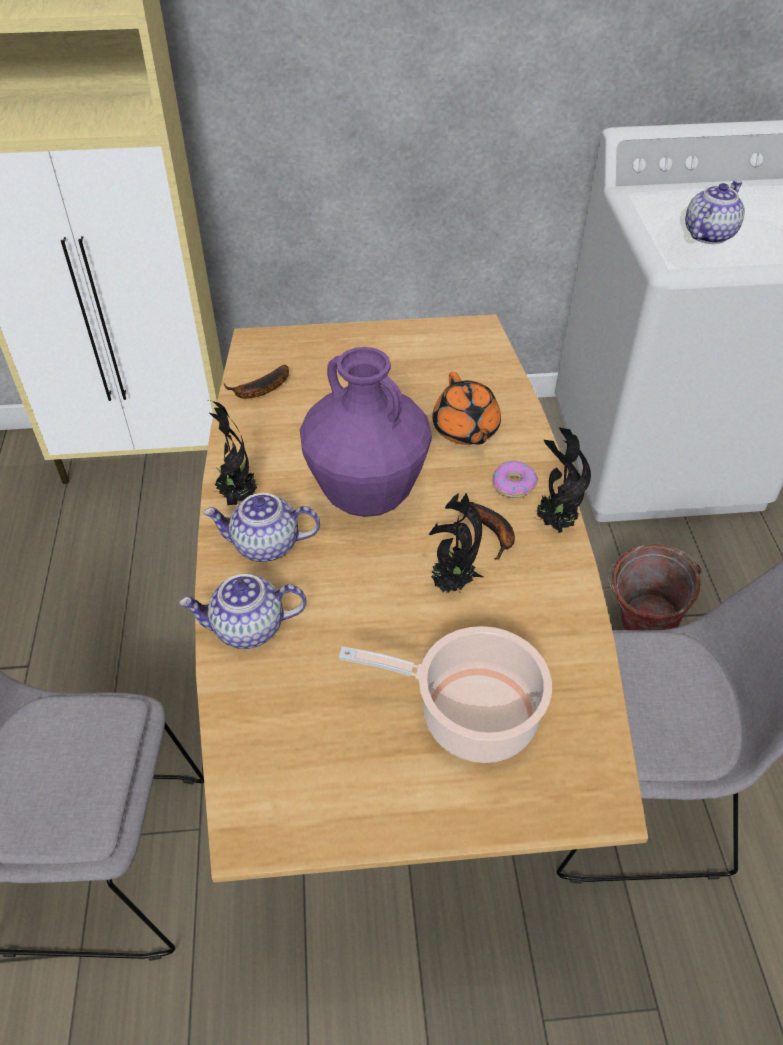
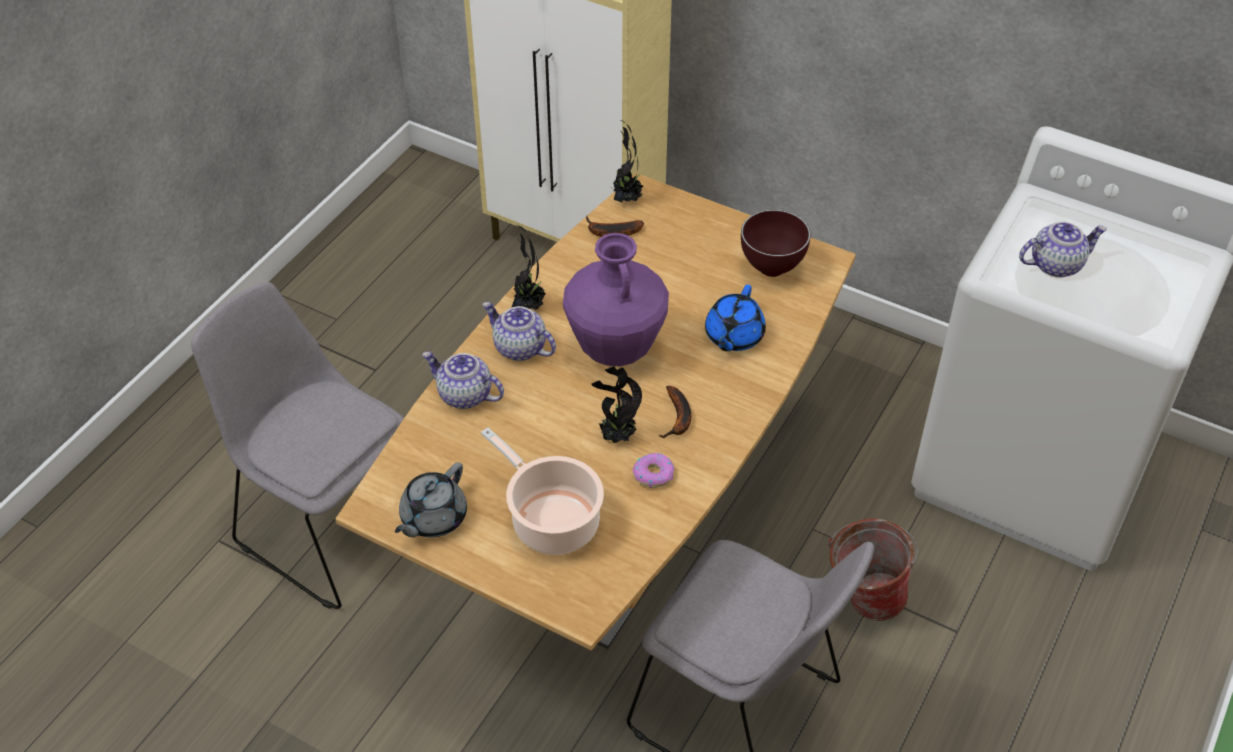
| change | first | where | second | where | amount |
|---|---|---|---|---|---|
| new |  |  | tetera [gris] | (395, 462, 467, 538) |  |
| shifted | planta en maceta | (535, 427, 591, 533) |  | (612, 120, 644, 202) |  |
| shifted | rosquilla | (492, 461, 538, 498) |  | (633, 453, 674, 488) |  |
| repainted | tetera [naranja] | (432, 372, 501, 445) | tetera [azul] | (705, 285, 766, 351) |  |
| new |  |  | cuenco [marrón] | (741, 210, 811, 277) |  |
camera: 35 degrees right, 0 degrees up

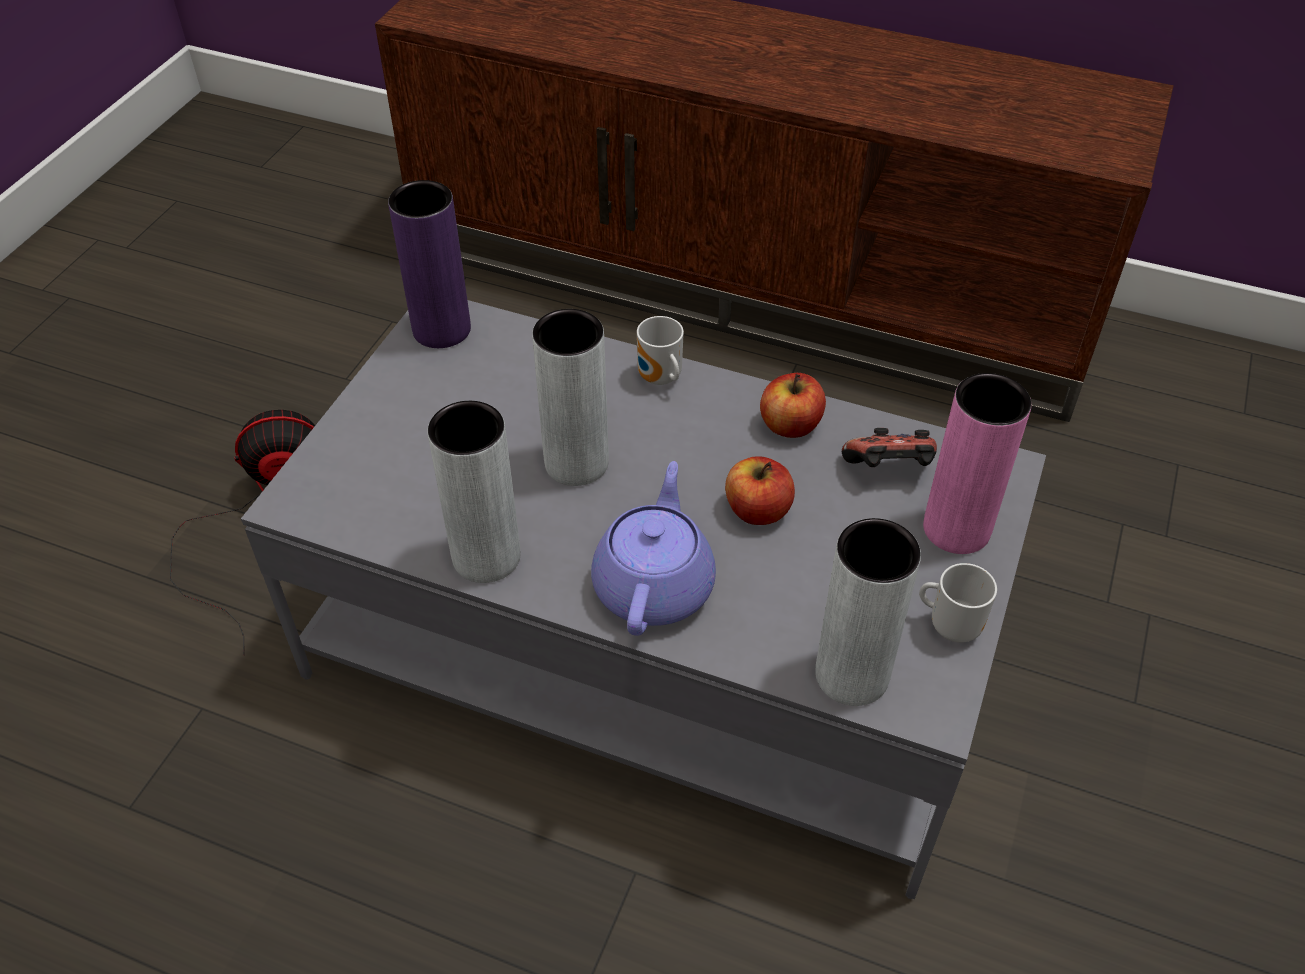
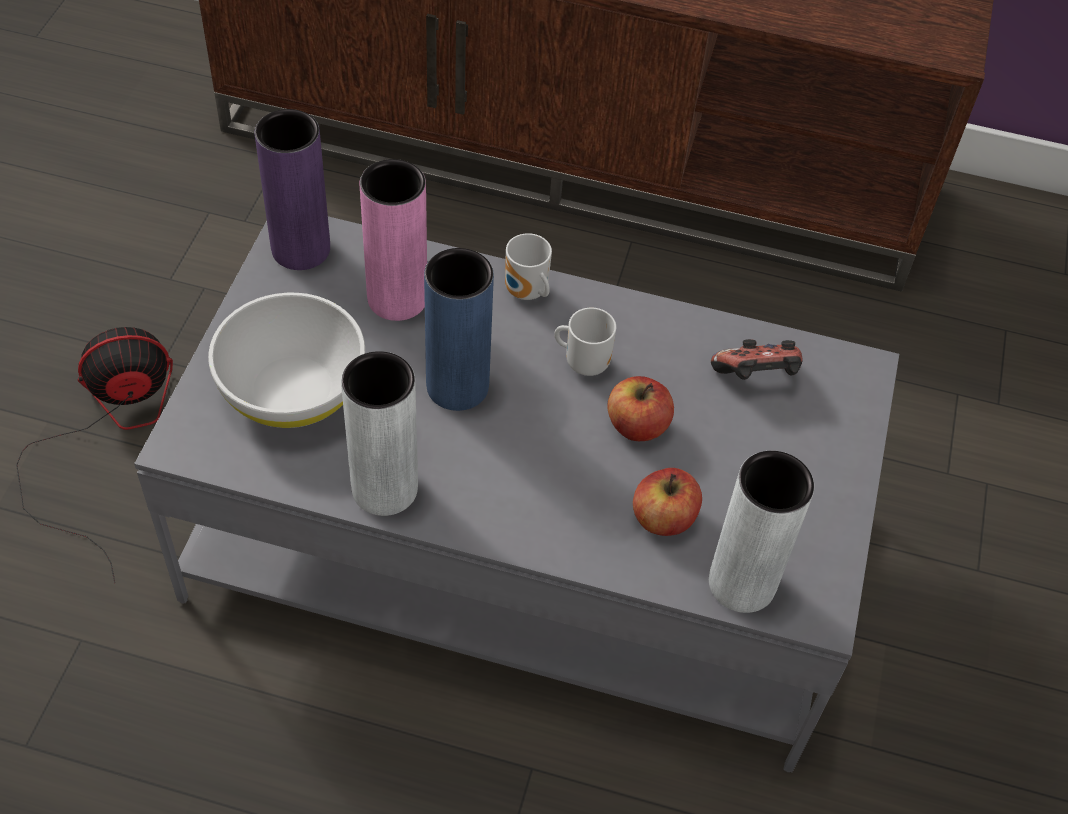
| change | first | where | second | where | amount |
|---|---|---|---|---|---|
| new |  |  | cuenco [blanco] | (208, 293, 365, 428) |  |
| shifted | florero [rosa] | (923, 373, 1032, 554) |  | (360, 159, 427, 321) |  |
| repainted | florero [gris] | (532, 309, 609, 486) | florero [azul] | (424, 248, 494, 411) |  |
| shifted | taza grande | (919, 563, 997, 643) |  | (554, 308, 616, 376) |  |
| shifted | manzana | (760, 373, 826, 438) |  | (633, 468, 702, 536) |  |
| gone | tetera [morado] | (591, 461, 716, 636) |  |  |  |
camera: 10 degrees left, 5 degrees up

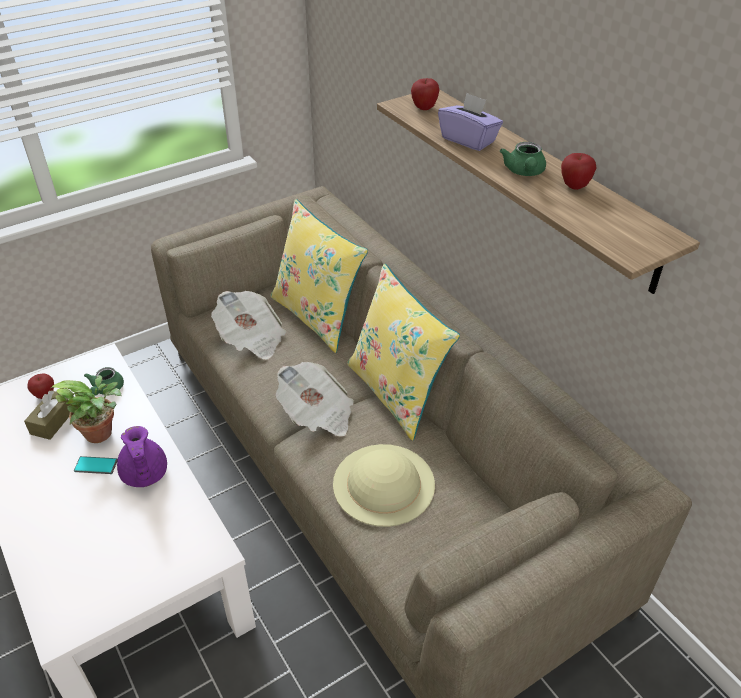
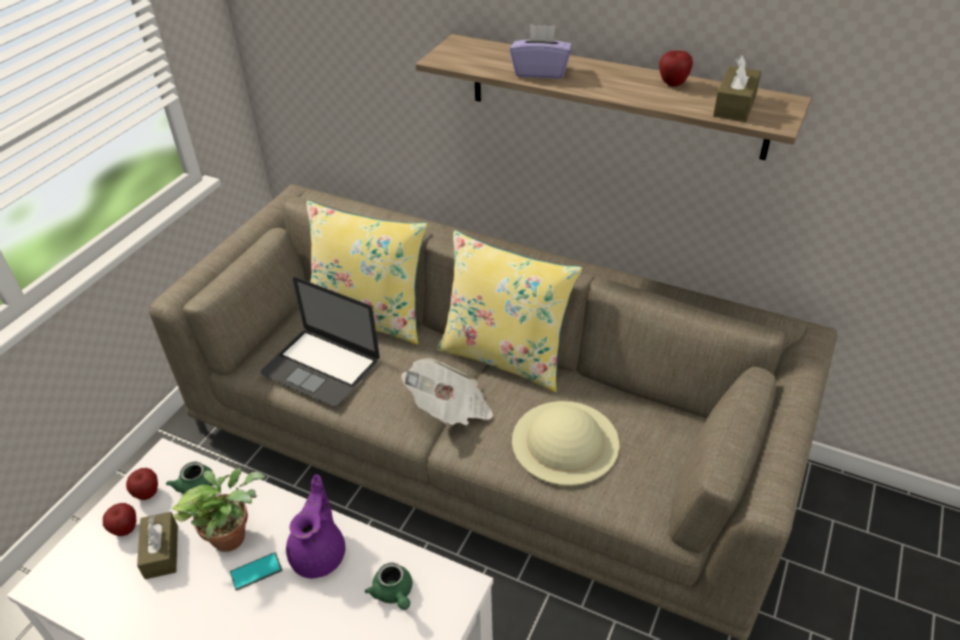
| change | first | where | second | where | amount |
|---|---|---|---|---|---|
| shifted | manzana | (411, 78, 439, 110) |  | (126, 468, 158, 500) |  |
| swapped | periódico | (211, 291, 286, 360) | portátil | (260, 277, 380, 407) |  |
| rotated | tetera [morado] | (117, 426, 167, 487) |  | (286, 474, 346, 578) | 120 degrees counterclockwise |
| shifted | tetera [verde] | (500, 142, 546, 176) |  | (365, 562, 412, 610) |  |
| new |  |  | caja de pañuelos [marrón] | (713, 55, 761, 122) |  |
camera: 30 degrees left, 0 degrees up

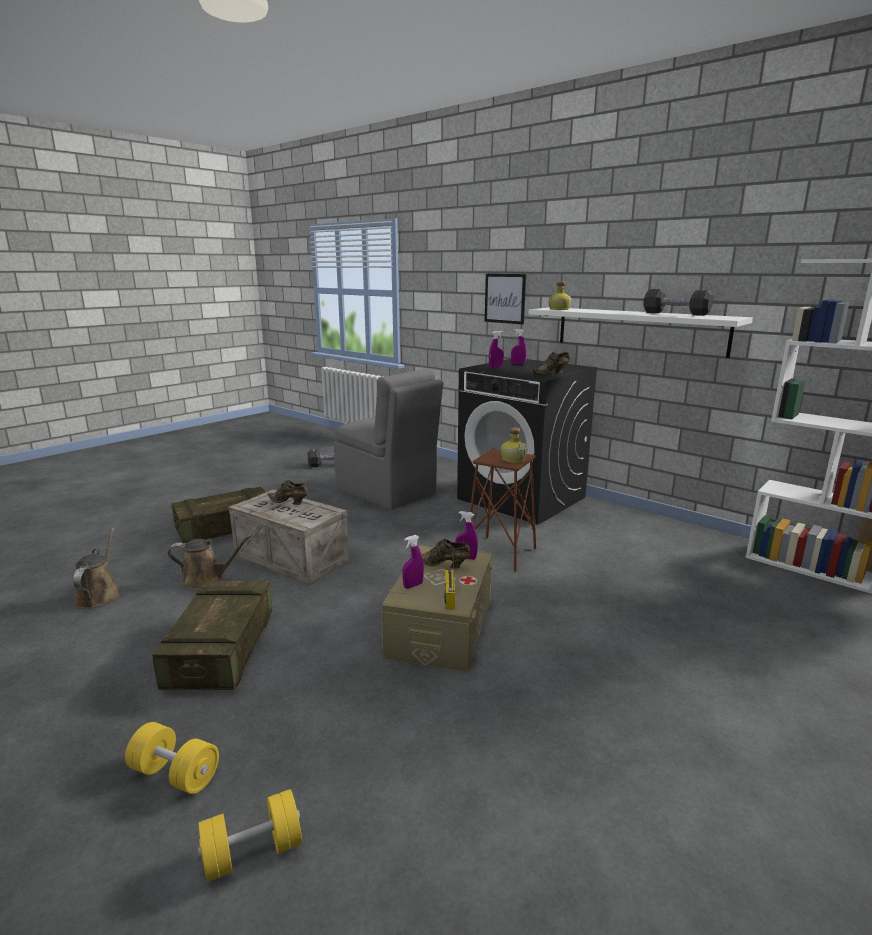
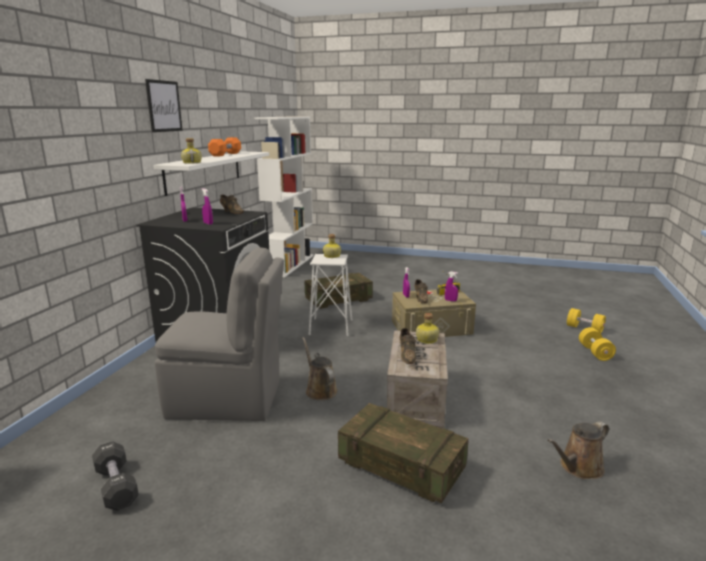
| change | first | where | second | where | amount |
|---|---|---|---|---|---|
| shifted | cuadro | (485, 274, 526, 324) |  | (145, 79, 183, 132) |  |
| rotated | silla [gris] | (334, 369, 443, 510) |  | (155, 247, 284, 421) | 75 degrees clockwise |
| repainted | mancuerna [negro] | (643, 289, 713, 316) | mancuerna [naranja] | (208, 137, 241, 156) |  |
| shifted | regadera [marrón] | (167, 534, 252, 589) |  | (302, 337, 337, 400) |  |
| shifted | caja de embalaje | (152, 581, 272, 690) |  | (305, 273, 373, 309) |  |
| repainted | taburete [marrón] | (470, 449, 537, 572) | taburete [blanco] | (308, 254, 352, 336) |  |
| new |  |  | botella | (416, 313, 439, 344) |  |
camera: 115 degrees left, 0 degrees up

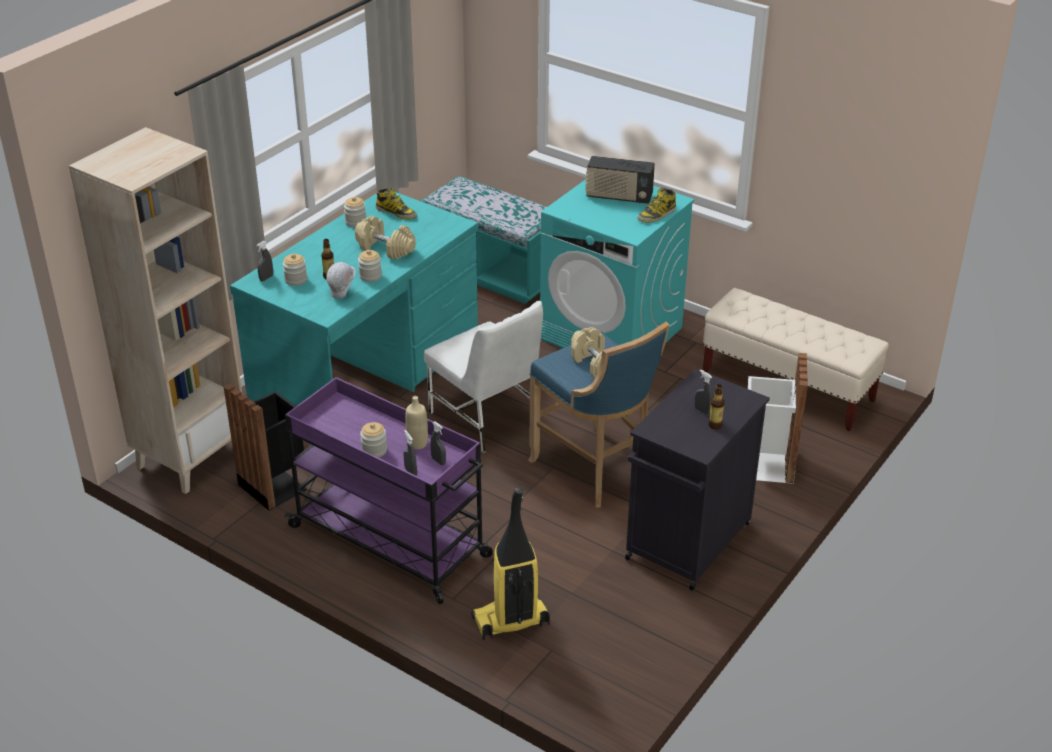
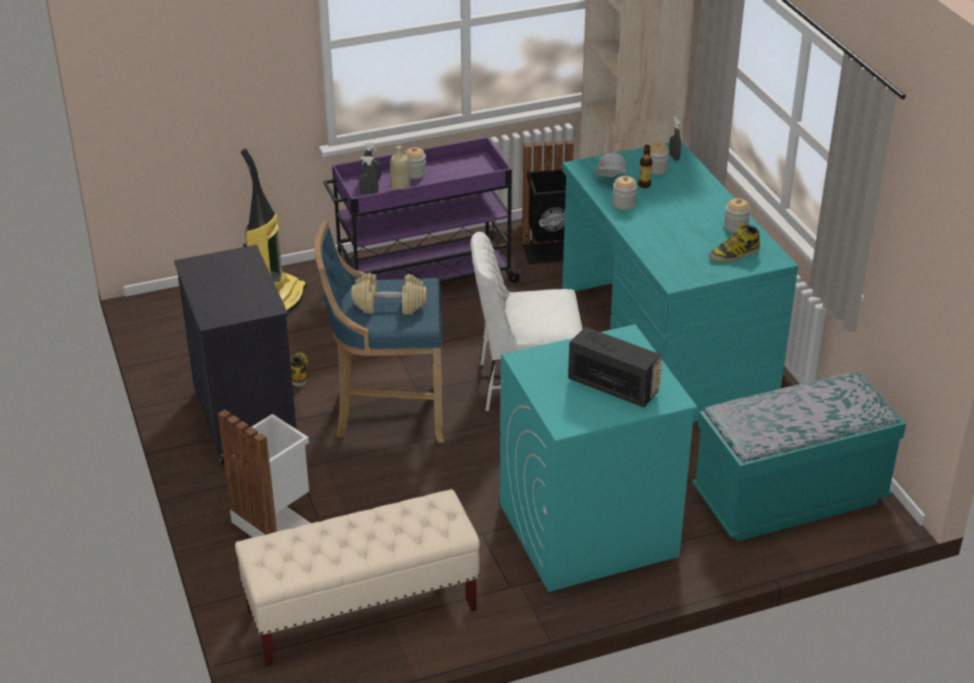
| change | first | where | second | where | amount |
|---|---|---|---|---|---|
| shifted | bota | (638, 188, 676, 222) |  | (290, 351, 308, 387) |  |
| rotated | radio | (585, 156, 655, 204) |  | (568, 327, 662, 408) | 75 degrees clockwise |
| gone | mancuerna [beis] | (355, 216, 416, 260) |  |  |  |
| gone | pulverizador [gris] | (695, 370, 713, 415) |  |  |  |
| gone | botella | (708, 384, 725, 429) |  |  |  |
camera: 125 degrees right, 0 degrees up

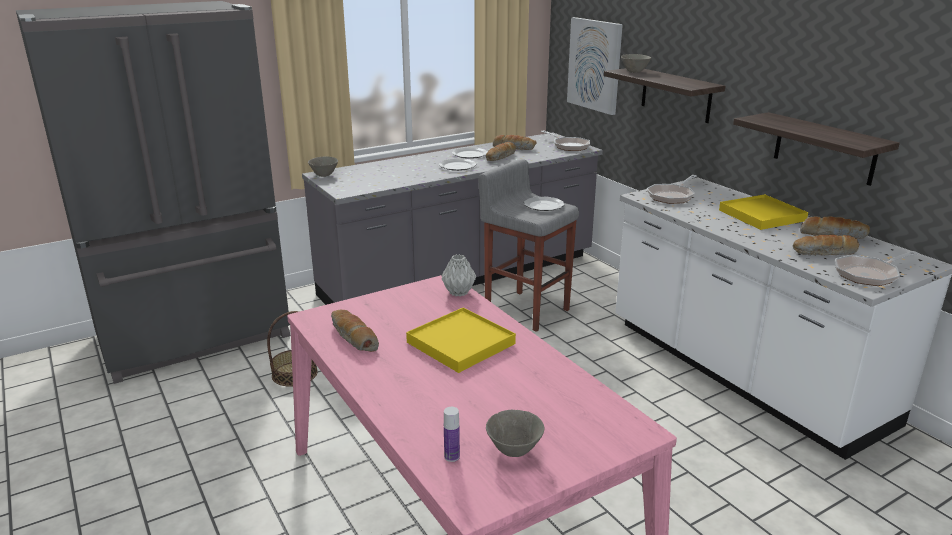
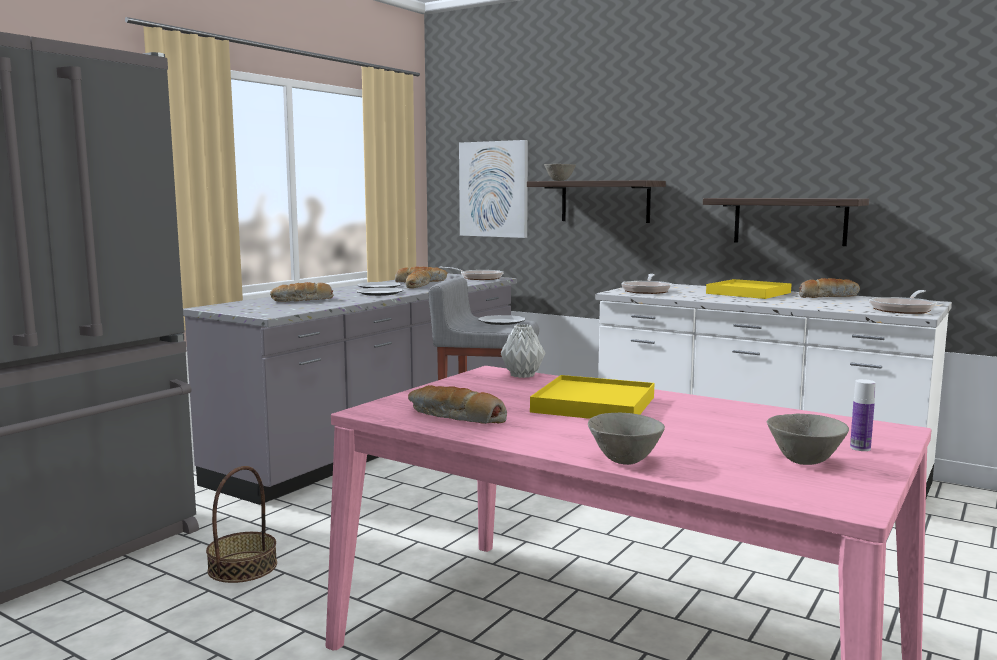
| change | first | where | second | where | amount |
|---|---|---|---|---|---|
| shifted | pan | (793, 235, 860, 256) |  | (270, 282, 333, 302) |  |
| shifted | cuenco [gris] | (308, 156, 338, 177) |  | (588, 413, 665, 465) |  |
| shifted | botella | (444, 407, 460, 462) |  | (850, 379, 876, 451) |  |
camera: 25 degrees left, 15 degrees down

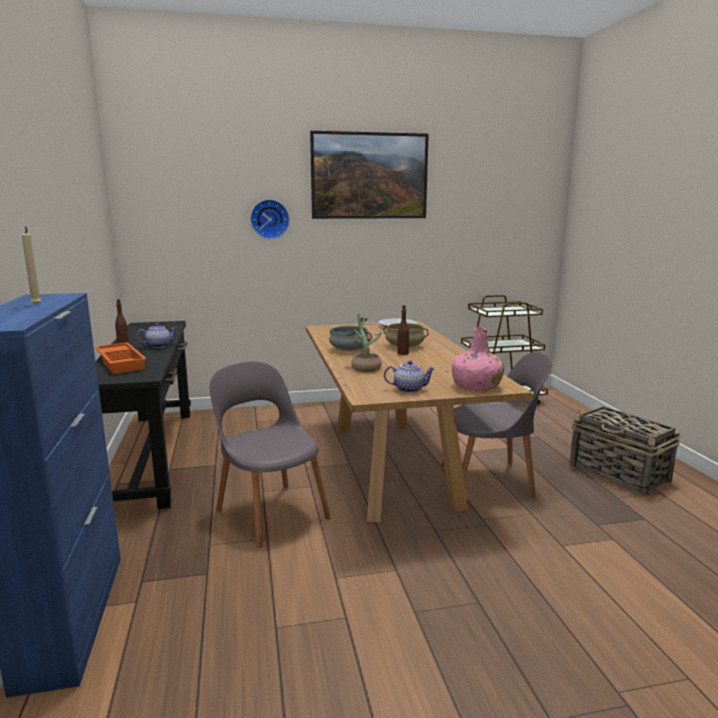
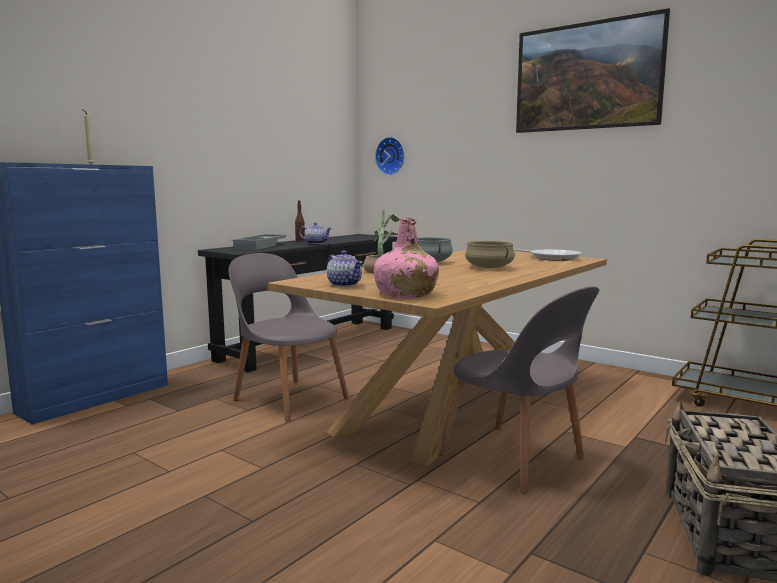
| change | first | where | second | where | amount |
|---|---|---|---|---|---|
| rotated | silla [gris] | (210, 361, 331, 548) |  | (229, 253, 349, 421) | 60 degrees counterclockwise |
| repainted | bandeja [naranja] | (95, 342, 147, 374) | bandeja [gris] | (231, 234, 287, 250) |  |
| shifted | reloj de pared | (250, 199, 290, 239) |  | (375, 137, 405, 175) |  |
| gone | botella [marrón] | (397, 305, 409, 355) |  |  |  |
camera: 50 degrees right, 5 degrees down

